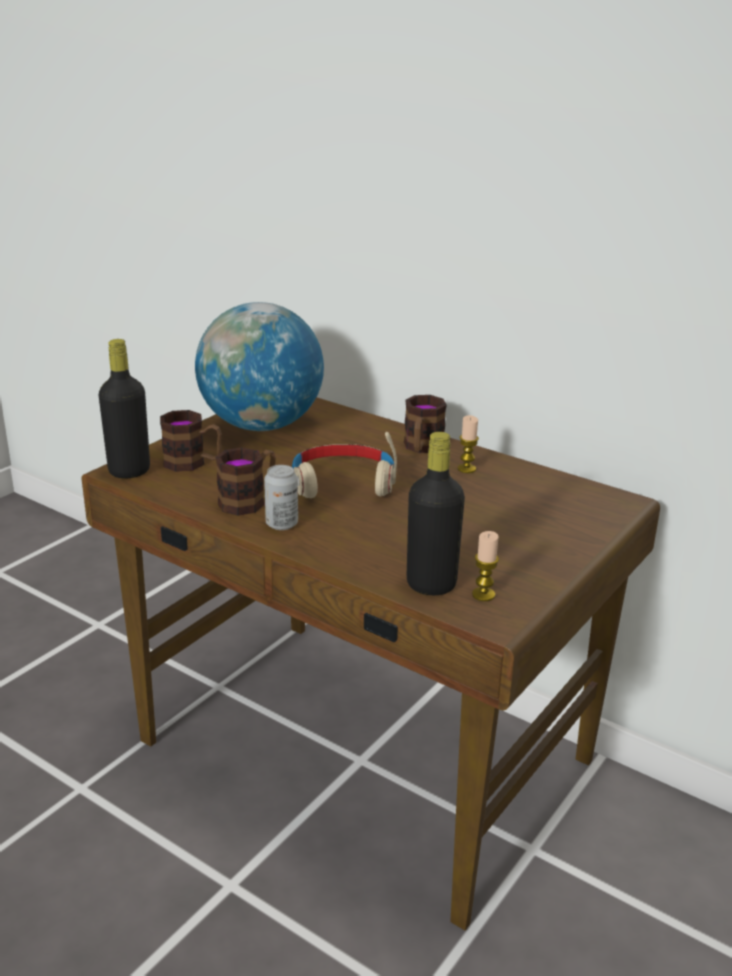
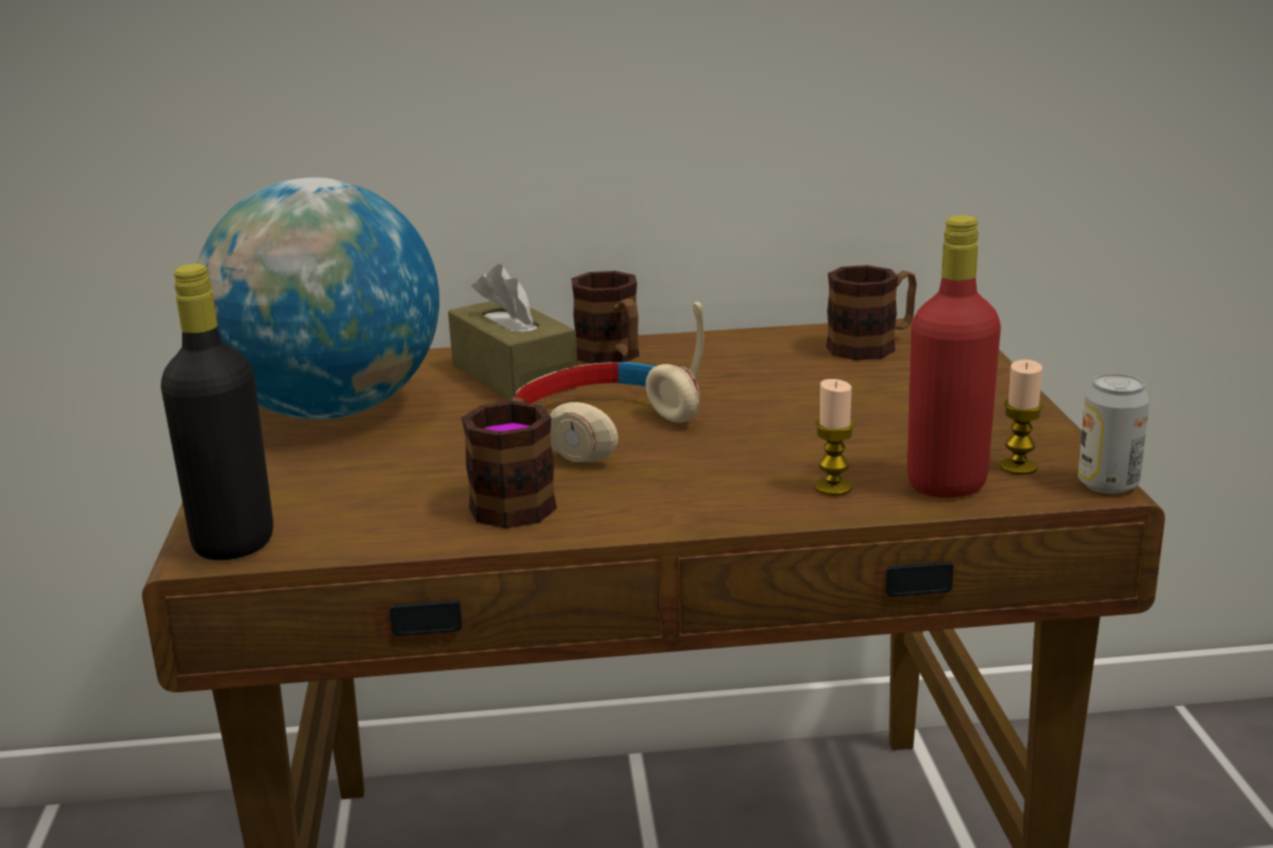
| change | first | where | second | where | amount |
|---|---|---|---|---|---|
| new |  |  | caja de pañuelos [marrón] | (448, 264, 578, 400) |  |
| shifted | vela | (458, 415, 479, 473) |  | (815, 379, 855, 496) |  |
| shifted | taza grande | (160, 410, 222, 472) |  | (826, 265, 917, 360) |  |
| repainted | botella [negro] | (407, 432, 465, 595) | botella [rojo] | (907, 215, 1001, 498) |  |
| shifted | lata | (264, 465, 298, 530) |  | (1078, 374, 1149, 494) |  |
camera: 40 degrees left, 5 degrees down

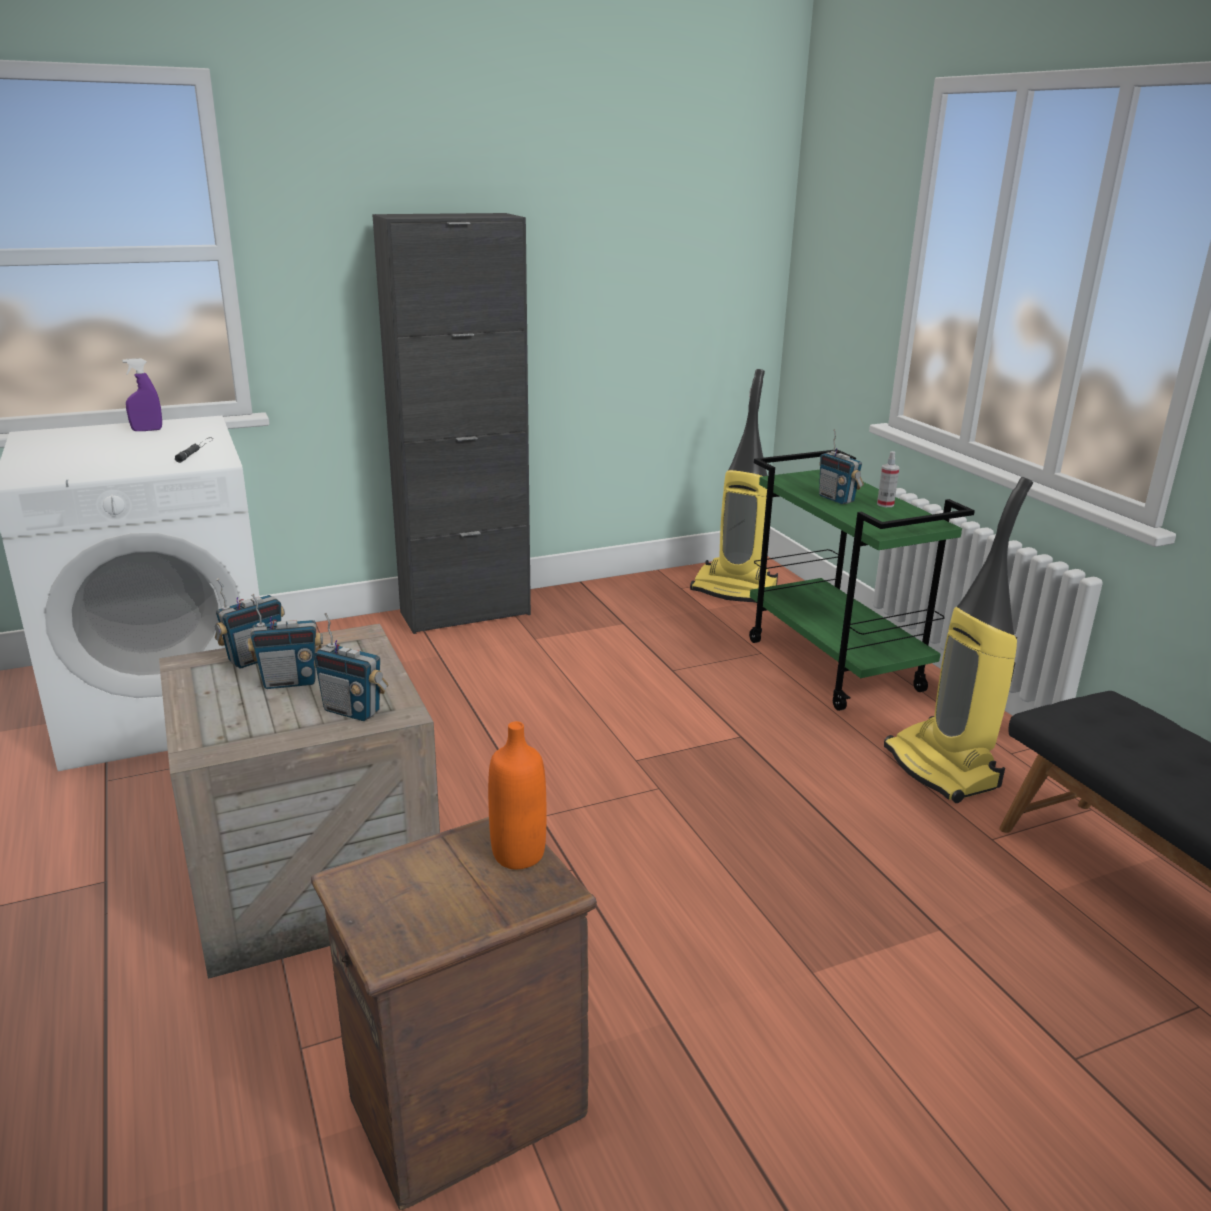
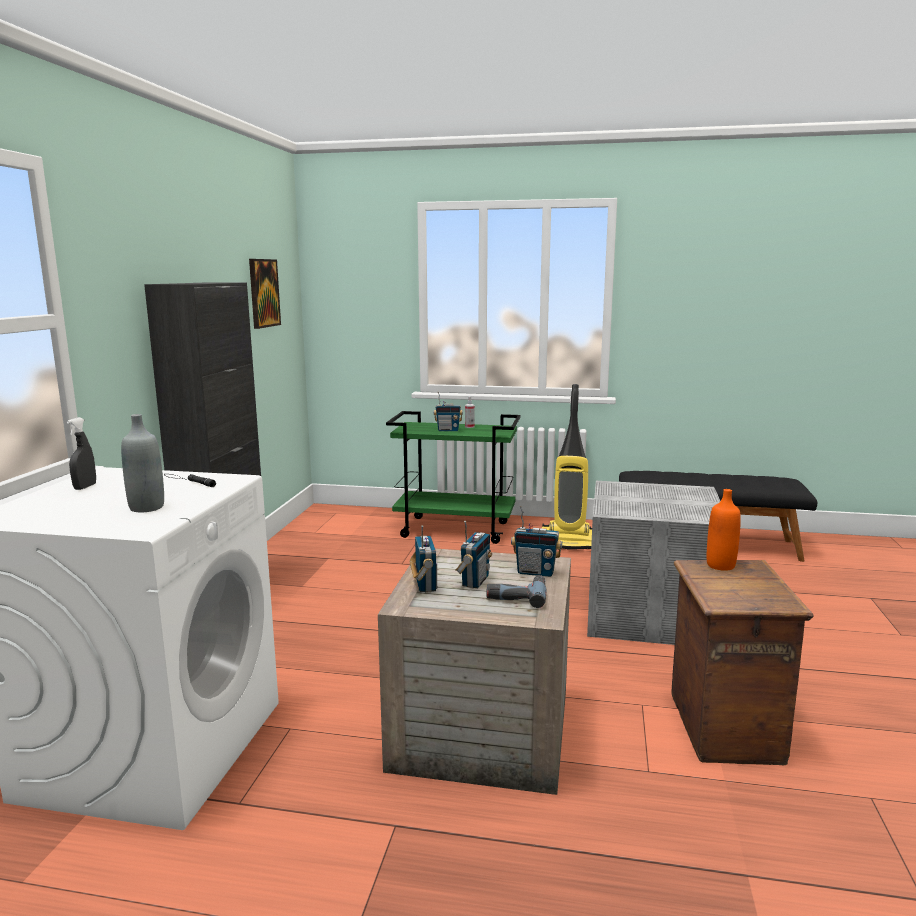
| change | first | where | second | where | amount |
|---|---|---|---|---|---|
| repainted | pulverizador [morado] | (122, 358, 162, 431) | pulverizador [gris] | (67, 417, 96, 490) |  |
| new |  |  | botella [gris] | (121, 414, 164, 512) |  |
| new |  |  | cuadro | (249, 259, 281, 329) |  |
| new |  |  | taladro | (486, 575, 546, 608) |  |
| rotated | radio | (313, 613, 388, 721) |  | (511, 506, 562, 577) | 45 degrees clockwise |
| new |  |  | caja de almacenaje [gris] | (587, 481, 720, 645) |  |
| gone | aspiradora | (690, 369, 778, 603) |  |  |  |
camera: 55 degrees left, 10 degrees down

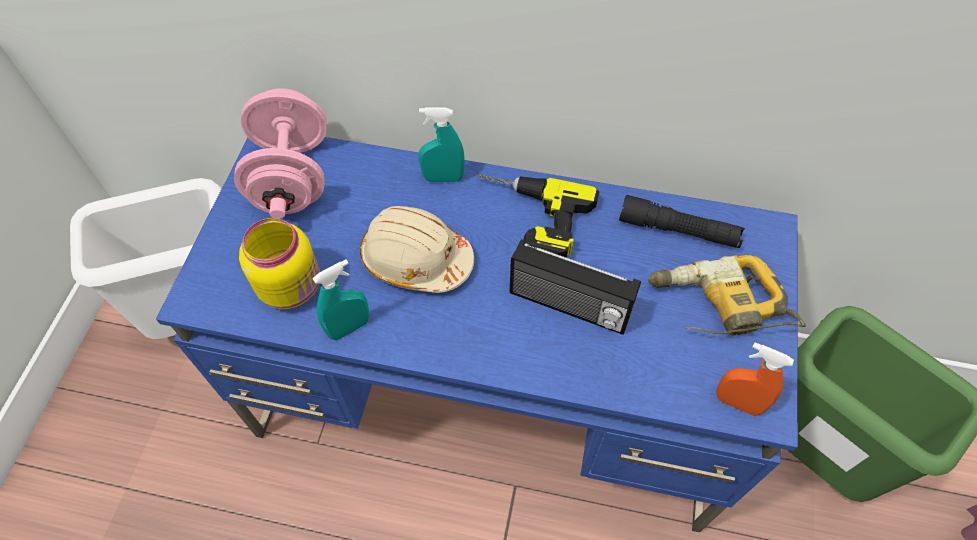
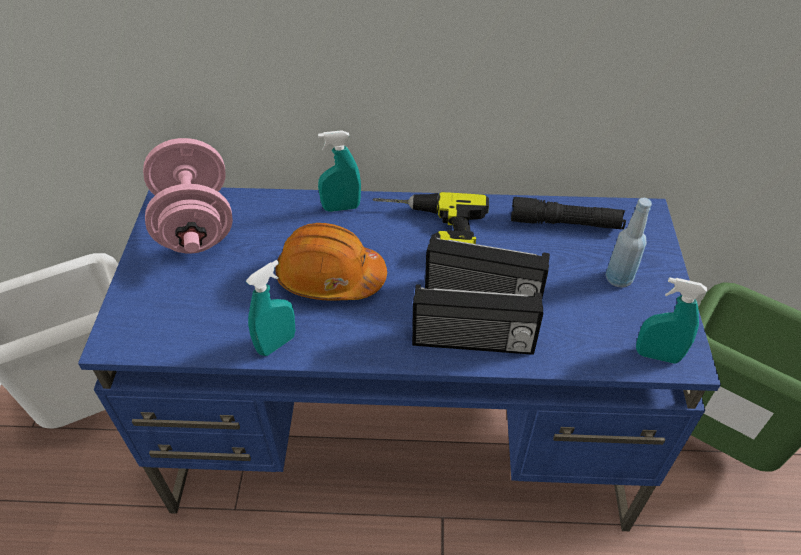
| change | first | where | second | where | amount |
|---|---|---|---|---|---|
| repainted | casco [beis] | (360, 206, 474, 293) | casco [naranja] | (275, 223, 387, 301) |  |
| new |  |  | radio | (412, 284, 543, 355) |  |
| swapped | taladro | (648, 255, 806, 336) | botella [azul] | (606, 198, 652, 287) |  |
| repainted | pulverizador [naranja] | (716, 342, 794, 416) | pulverizador [turquesa] | (636, 277, 707, 364) |  |
| gone | tarro [amarillo] | (239, 218, 320, 310) |  |  |  |
camera: 10 degrees left, 10 degrees down

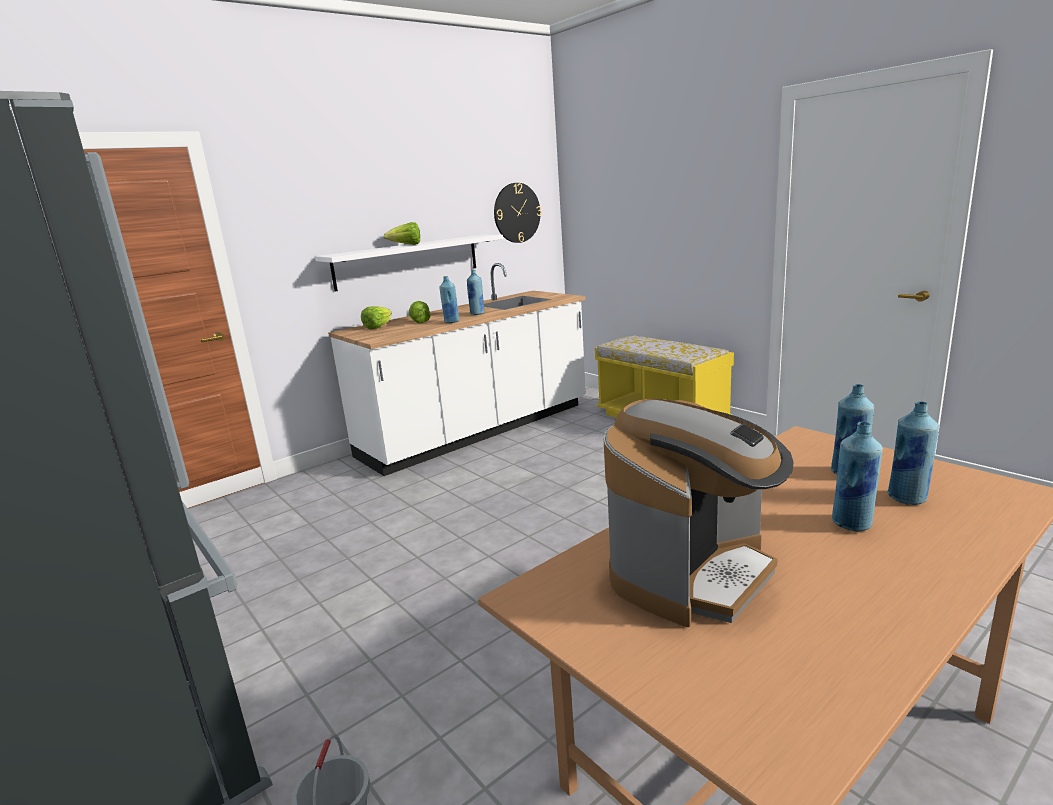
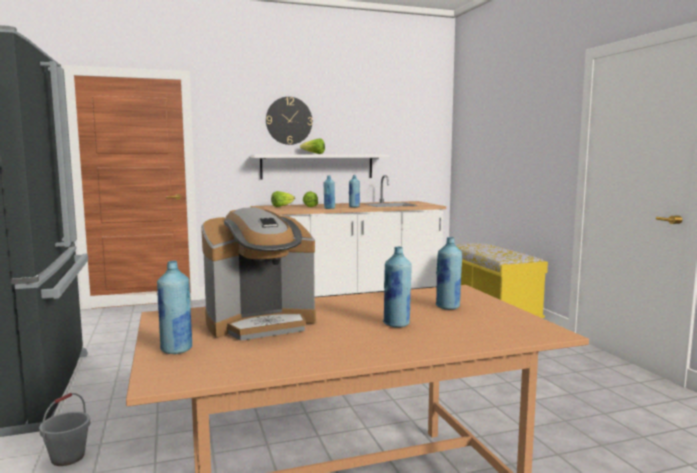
| change | first | where | second | where | amount |
|---|---|---|---|---|---|
| shifted | botella [azul] | (887, 401, 939, 505) |  | (157, 261, 192, 354) |  |
| shifted | reloj de pared | (494, 183, 541, 243) |  | (266, 97, 312, 145) |  |
camera: 20 degrees right, 10 degrees down

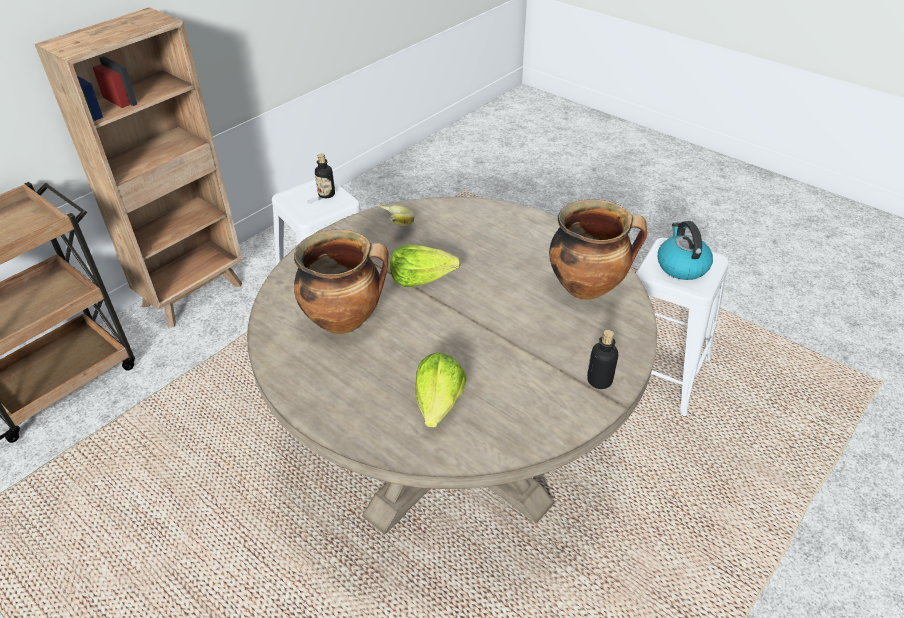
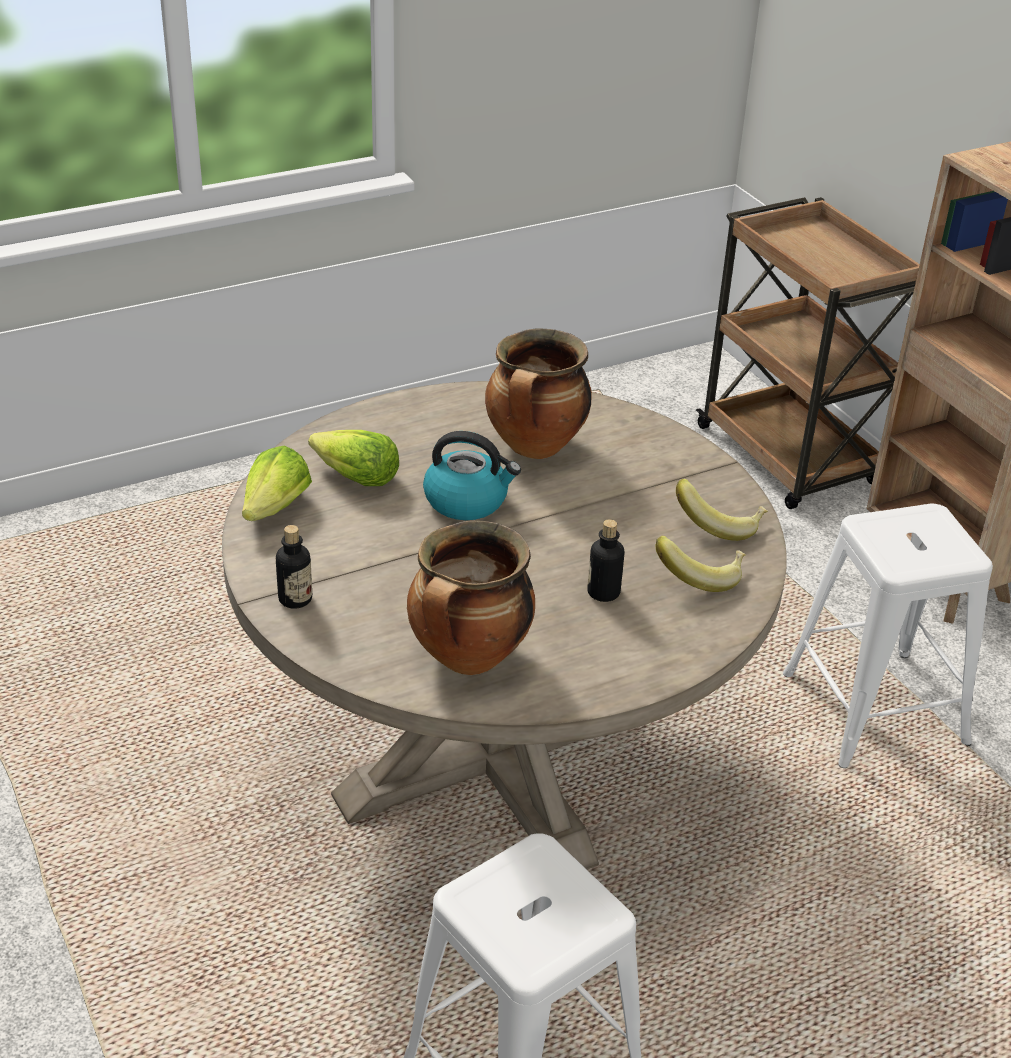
| change | first | where | second | where | amount |
|---|---|---|---|---|---|
| shifted | lechuga | (390, 245, 461, 287) |  | (242, 446, 312, 521) |  |
| shifted | hervidor | (658, 221, 713, 280) |  | (423, 431, 521, 520) |  |
| shifted | botella | (315, 154, 335, 198) |  | (587, 519, 624, 602) |  |
| new |  |  | plátano | (656, 535, 746, 592) |  |
camera: 110 degrees right, 5 degrees down

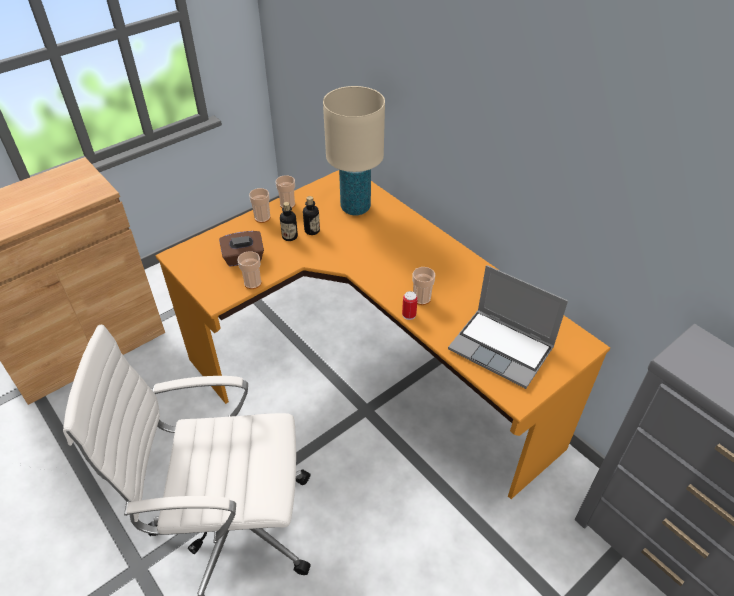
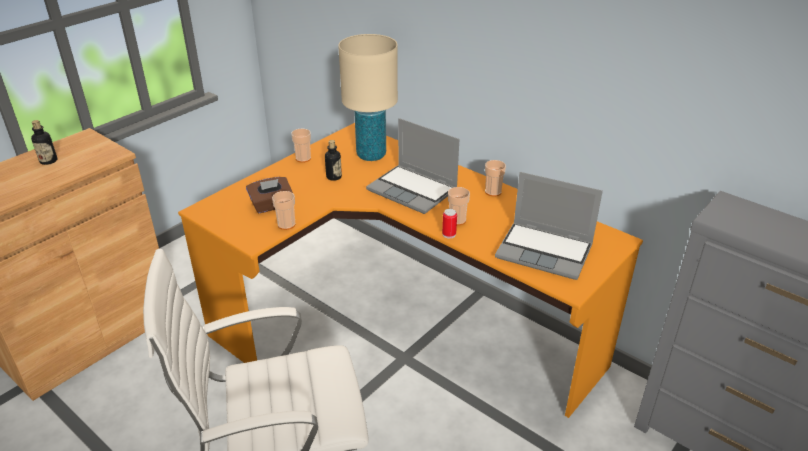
| change | first | where | second | where | amount |
|---|---|---|---|---|---|
| shifted | botella | (280, 202, 298, 241) |  | (31, 120, 57, 165) |  |
| new |  |  | portátil | (366, 118, 459, 214) |  |
| shifted | taza | (249, 188, 270, 223) |  | (485, 160, 506, 197) |  |
camera: 10 degrees left, 10 degrees down

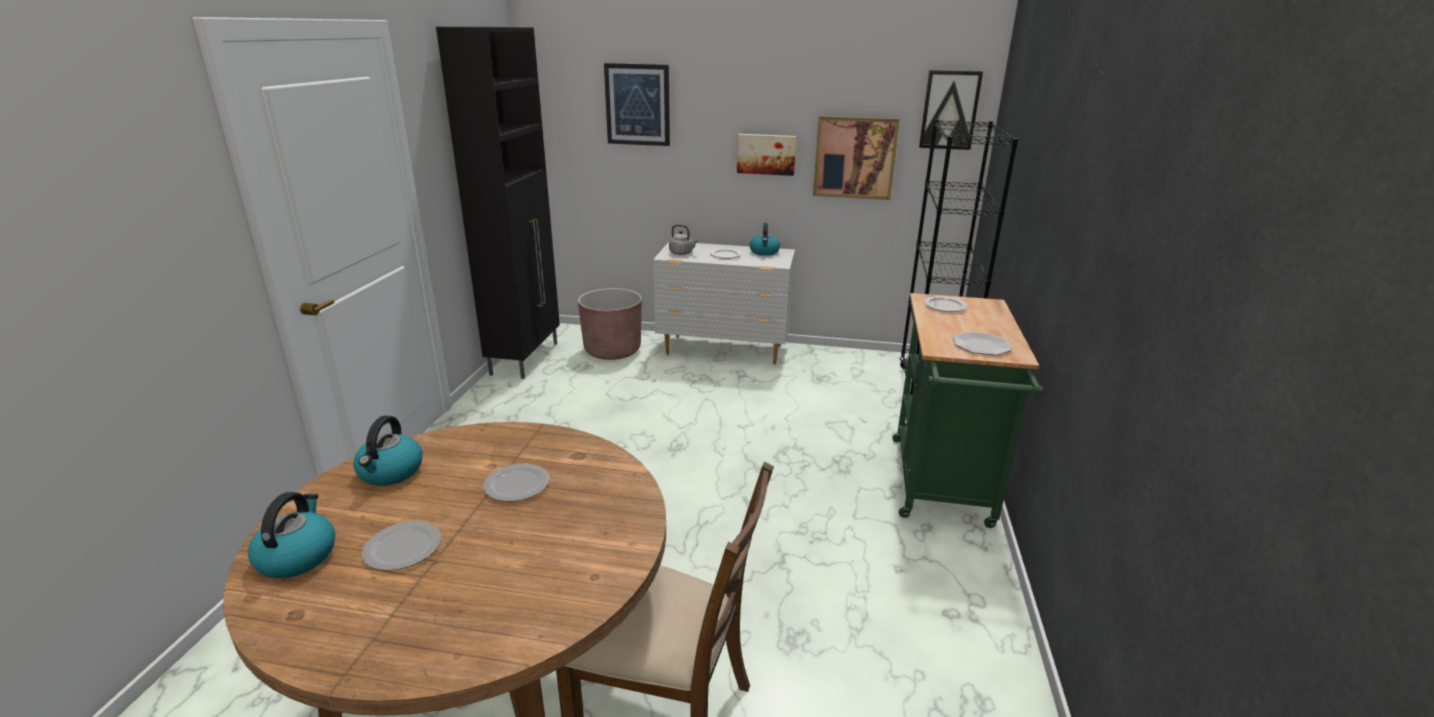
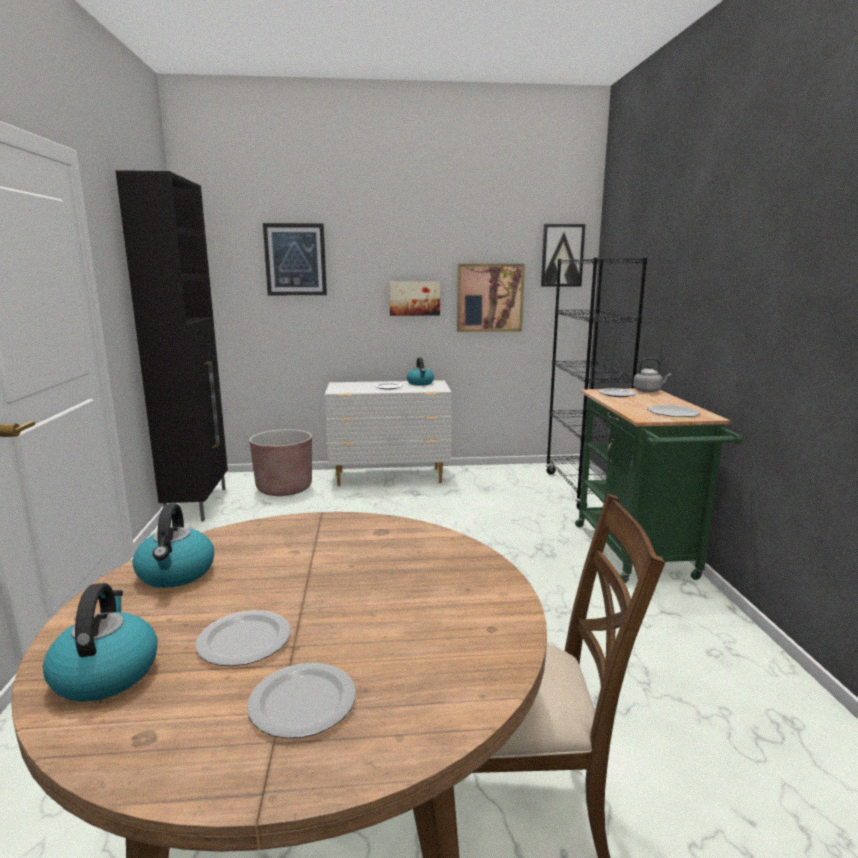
| change | first | where | second | where | amount |
|---|---|---|---|---|---|
| shifted | plato | (483, 464, 550, 502) |  | (247, 663, 356, 738) |  |
| shifted | hervidor [gris] | (669, 224, 698, 255) |  | (633, 358, 672, 393) |  |
camera: 15 degrees left, 10 degrees down

